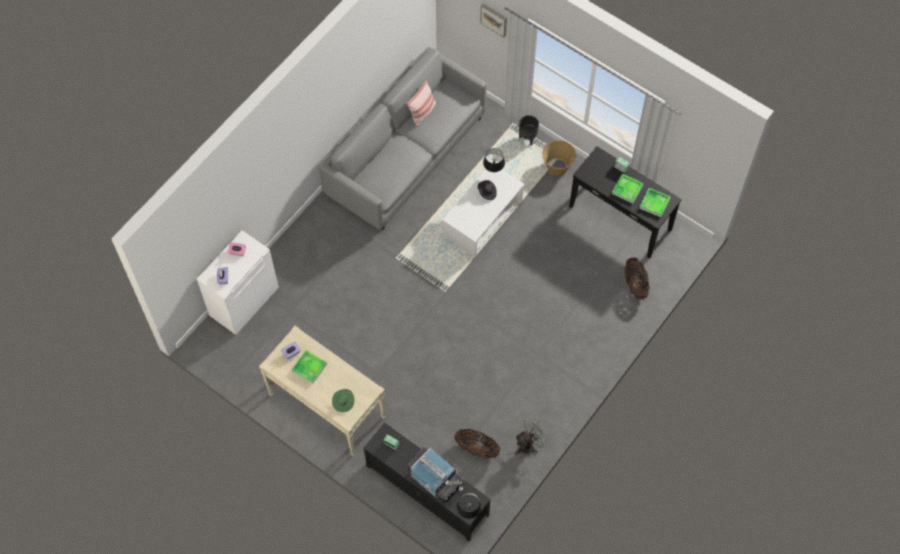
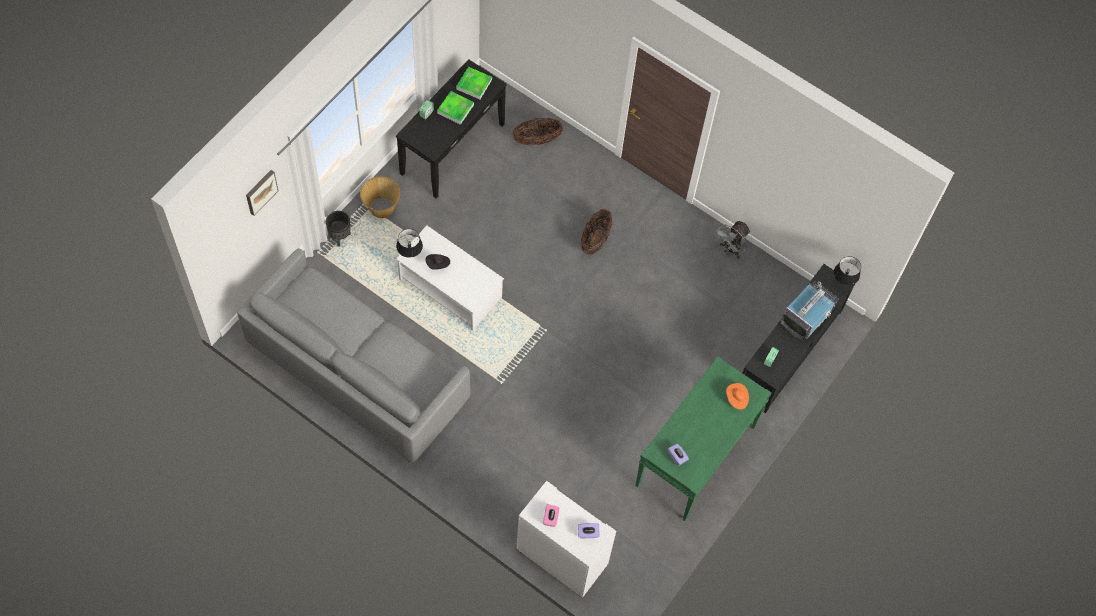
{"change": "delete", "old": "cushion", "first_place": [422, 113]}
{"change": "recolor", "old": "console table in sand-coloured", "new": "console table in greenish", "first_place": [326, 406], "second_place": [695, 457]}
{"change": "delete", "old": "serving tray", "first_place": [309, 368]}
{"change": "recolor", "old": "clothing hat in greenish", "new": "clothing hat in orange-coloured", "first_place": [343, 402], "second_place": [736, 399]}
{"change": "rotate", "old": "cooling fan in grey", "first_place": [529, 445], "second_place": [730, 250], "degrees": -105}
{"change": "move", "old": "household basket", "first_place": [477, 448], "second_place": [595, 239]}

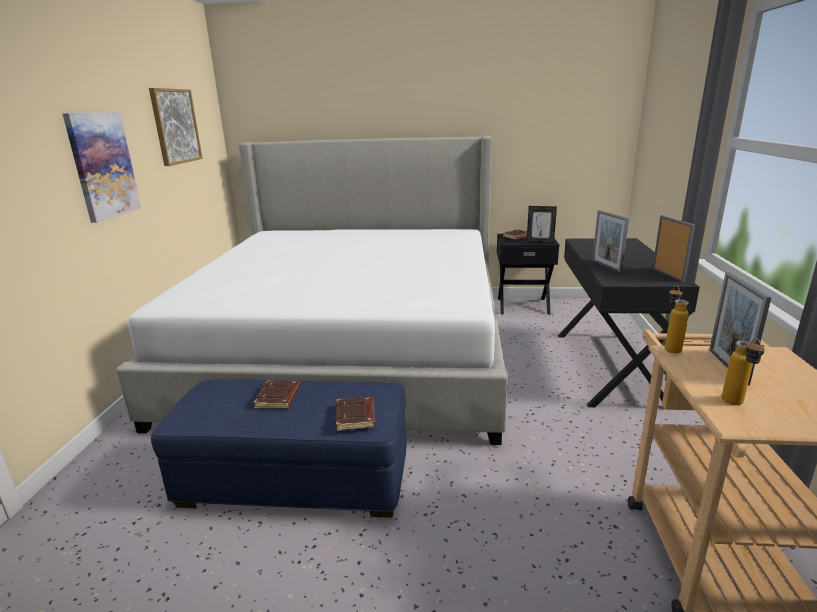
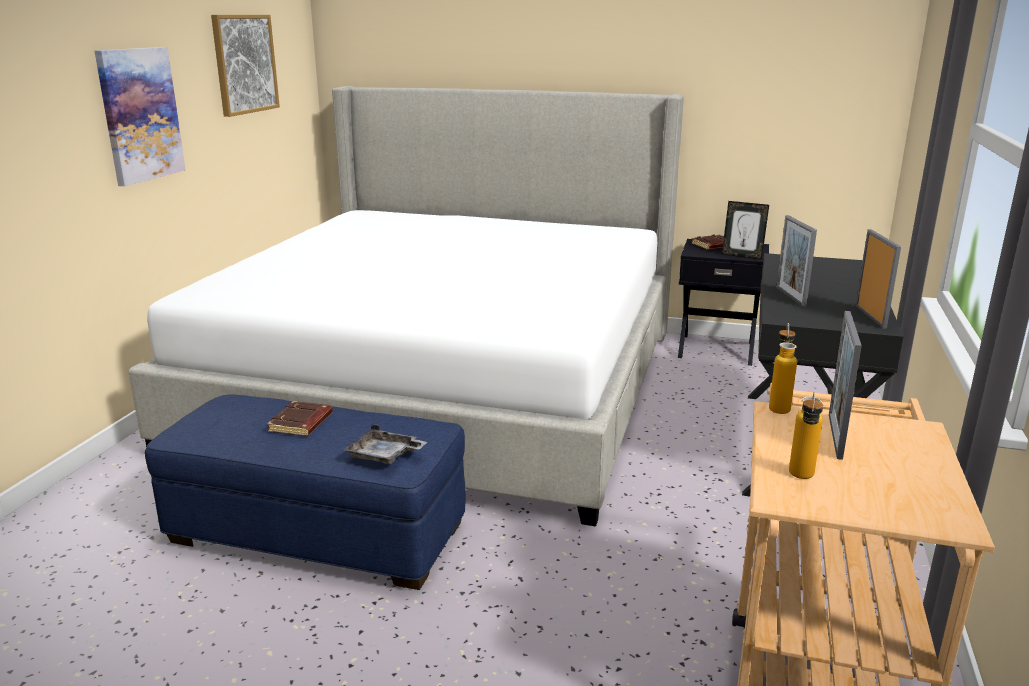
{"change": "replace", "old": "volume in brownish", "new": "serving tray in grey", "first_place": [356, 417], "second_place": [384, 455]}

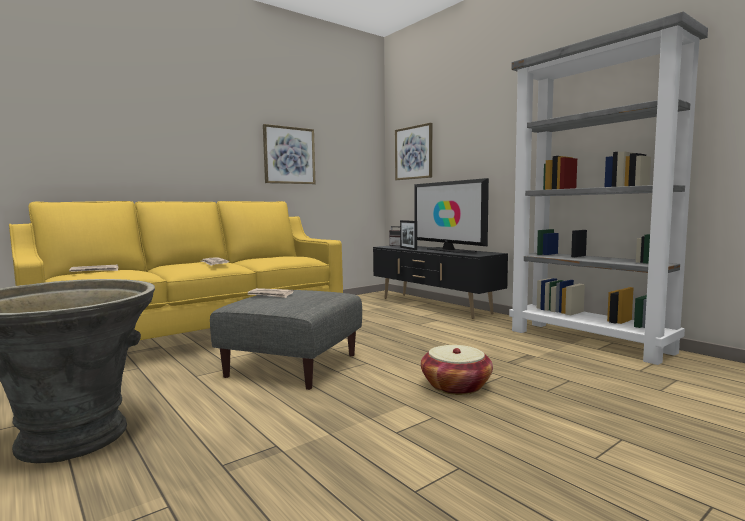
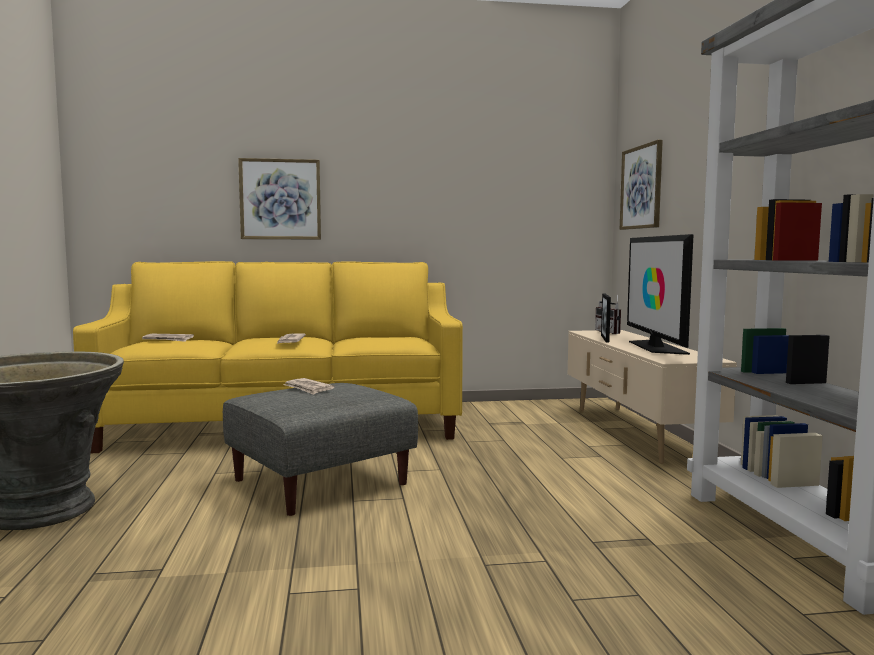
{"change": "move", "old": "wall picture", "first_place": [289, 155], "second_place": [280, 199]}
{"change": "recolor", "old": "tv stand in black-coloured", "new": "tv stand in sand-coloured", "first_place": [434, 306], "second_place": [635, 433]}
{"change": "delete", "old": "household basket", "first_place": [456, 386]}

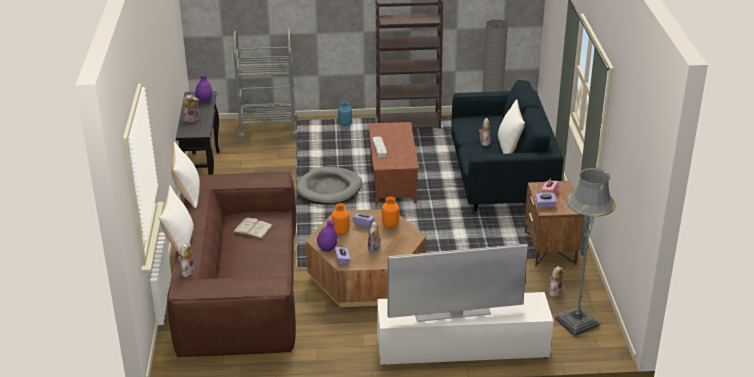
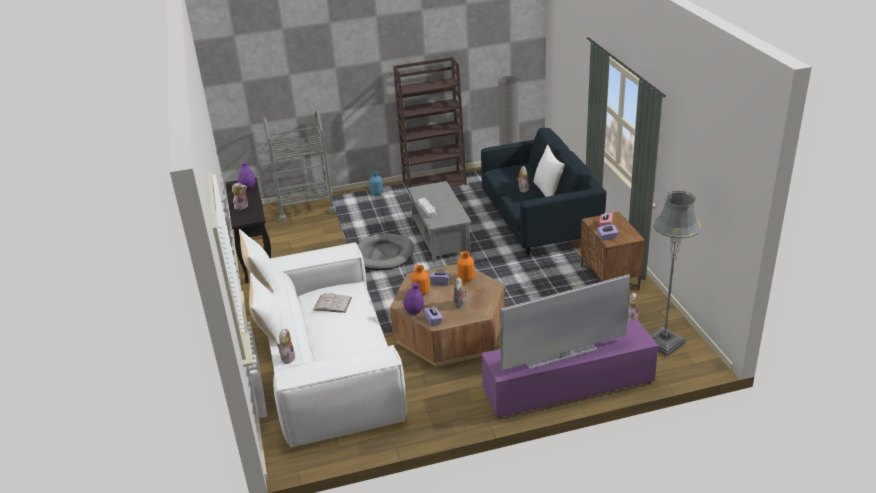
{"change": "recolor", "old": "coffee table in brownish", "new": "coffee table in grey", "first_place": [393, 180], "second_place": [441, 237]}
{"change": "recolor", "old": "sofa in brownish", "new": "sofa in white-coloured", "first_place": [240, 289], "second_place": [330, 366]}
{"change": "recolor", "old": "tv stand in white-coloured", "new": "tv stand in purplish", "first_place": [461, 348], "second_place": [567, 387]}

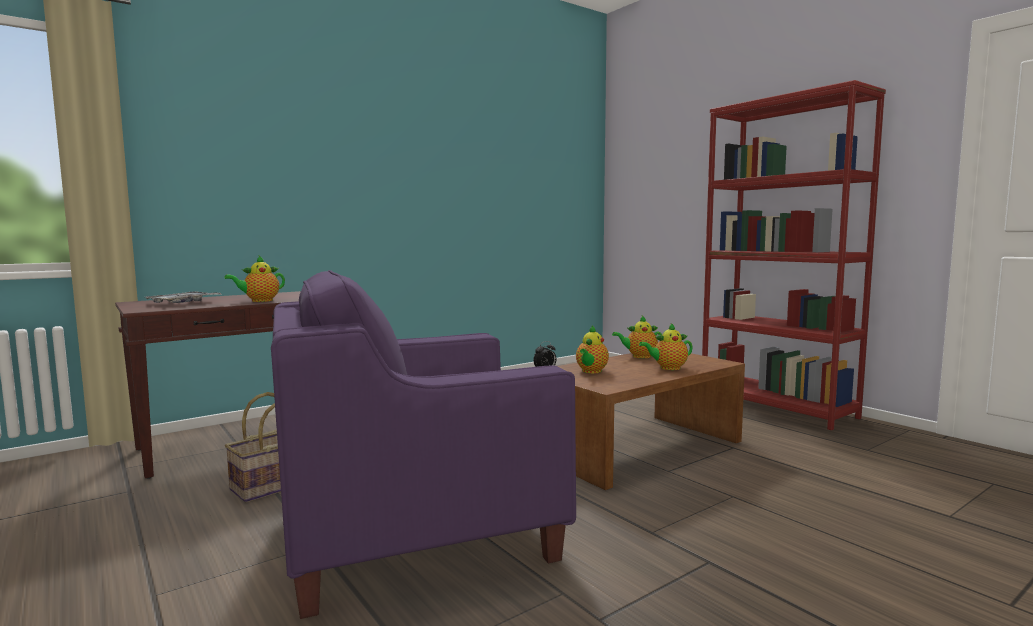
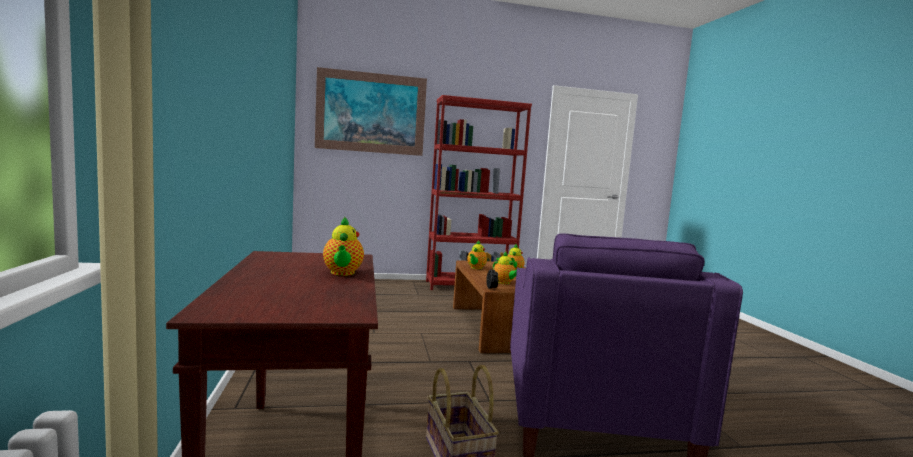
{"change": "delete", "old": "serving tray", "first_place": [183, 303]}
{"change": "insert", "new": "wall picture", "second_place": [371, 113]}

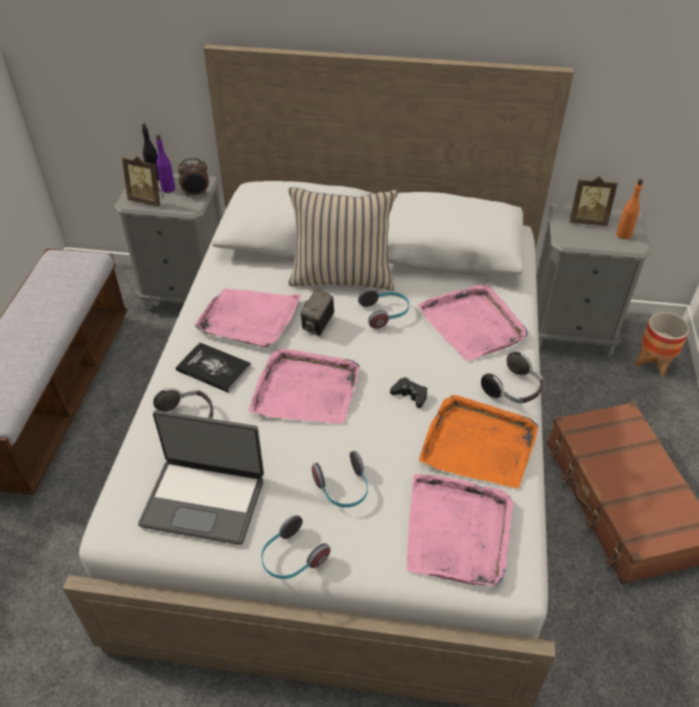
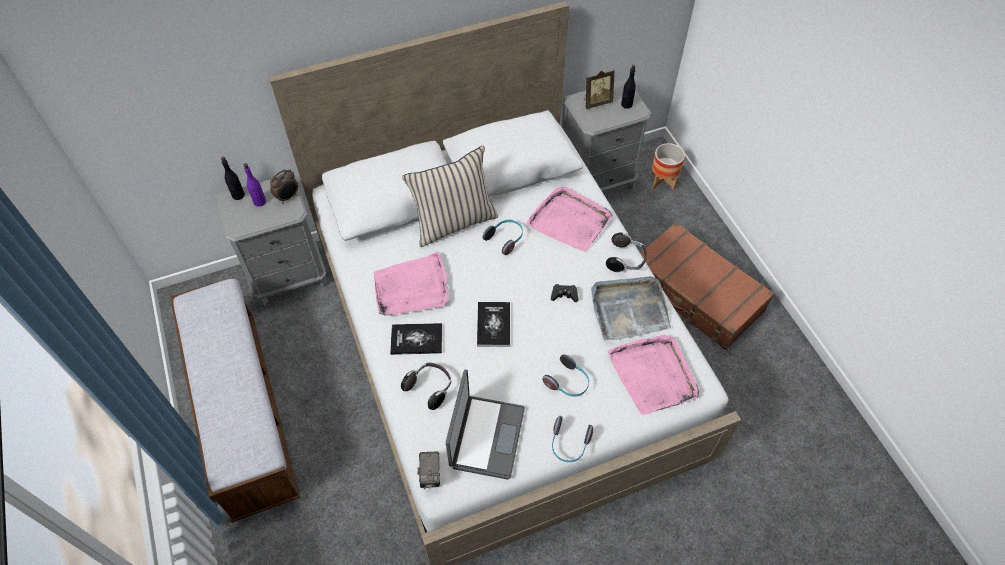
{"change": "delete", "old": "standing frame", "first_place": [148, 200]}
{"change": "recolor", "old": "bottle in orange-coloured", "new": "bottle in black-coloured", "first_place": [623, 235], "second_place": [626, 105]}
{"change": "move", "old": "photo camera", "first_place": [318, 325], "second_place": [430, 475]}
{"change": "replace", "old": "serving tray in pink", "new": "volume", "first_place": [306, 390], "second_place": [493, 325]}
{"change": "recolor", "old": "serving tray in orange-coloured", "new": "serving tray in grey", "first_place": [478, 444], "second_place": [629, 309]}
{"change": "rotate", "old": "laptop", "first_place": [204, 500], "second_place": [485, 437], "degrees": -60}

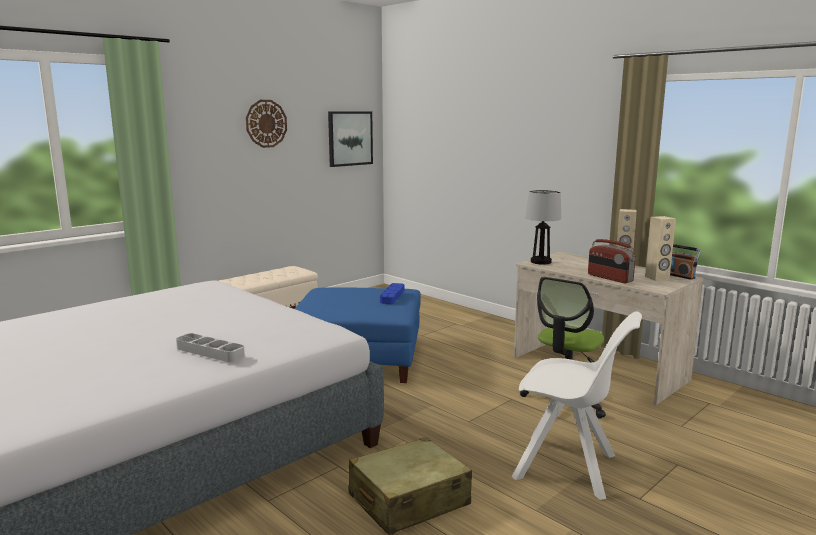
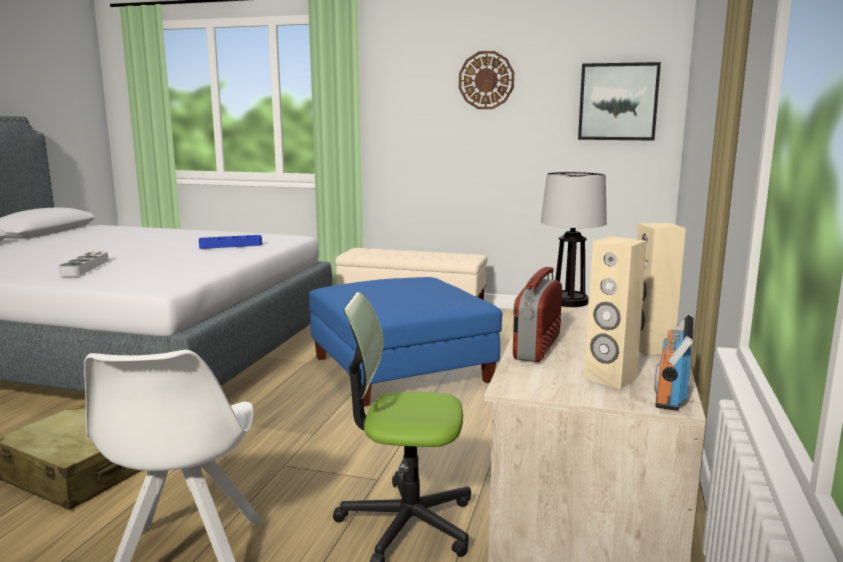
{"change": "move", "old": "serving tray in blue", "first_place": [392, 296], "second_place": [231, 245]}

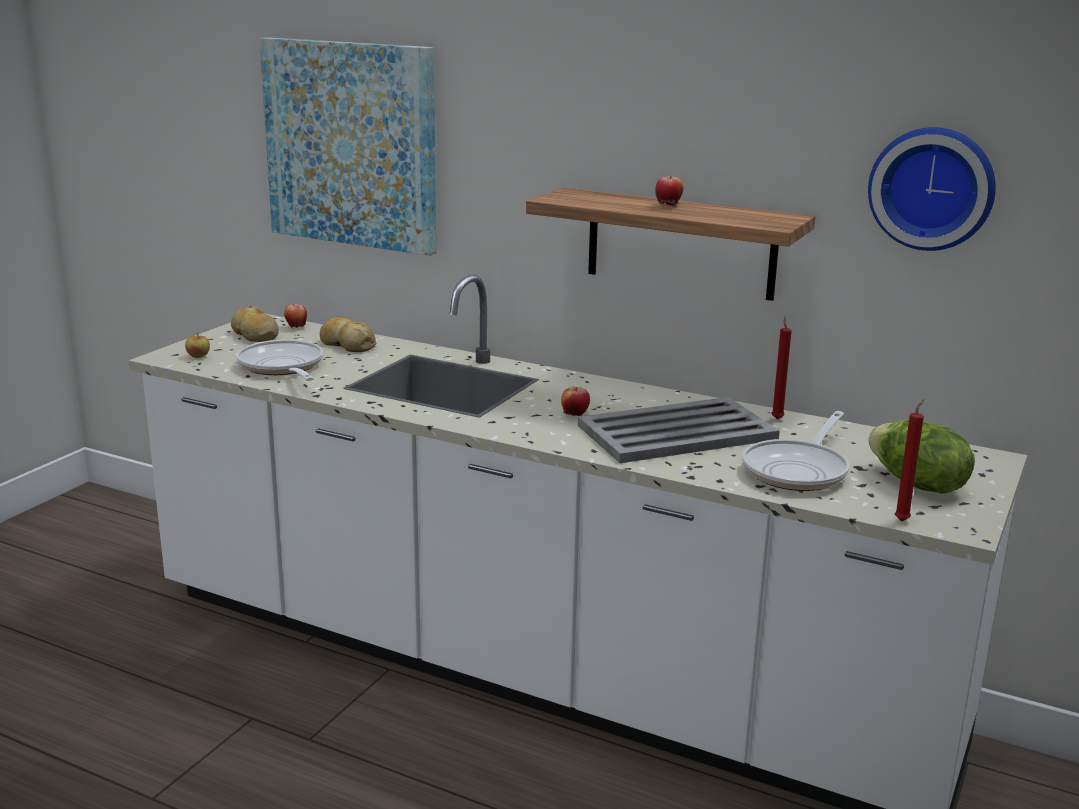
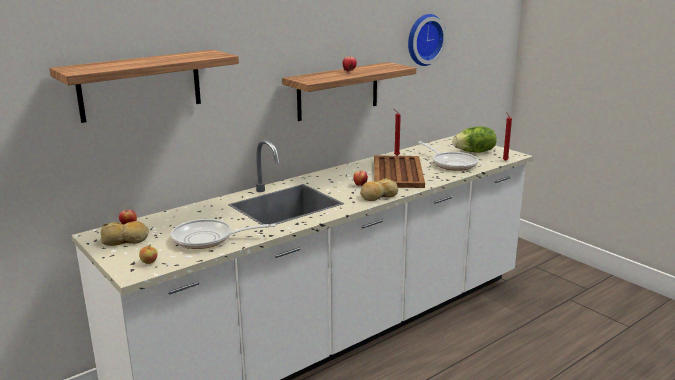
{"change": "replace", "old": "wall picture", "new": "wall shelf", "first_place": [351, 144], "second_place": [140, 85]}
{"change": "move", "old": "bread", "first_place": [347, 344], "second_place": [378, 196]}
{"change": "recolor", "old": "serving tray in grey", "new": "serving tray in brownish", "first_place": [675, 432], "second_place": [397, 173]}

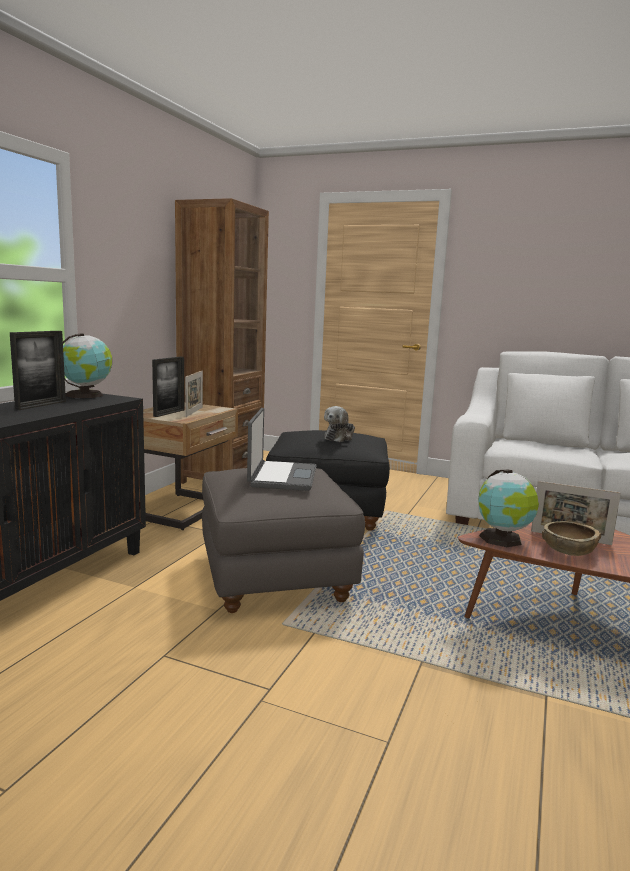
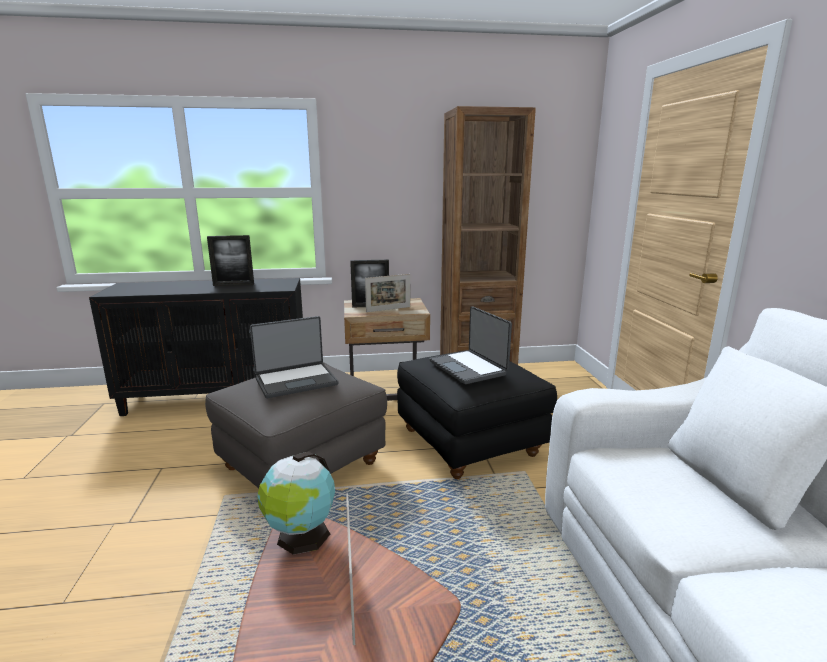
{"change": "delete", "old": "desk globe", "first_place": [87, 395]}
{"change": "replace", "old": "soft toy", "new": "laptop", "first_place": [339, 437], "second_place": [469, 368]}
{"change": "delete", "old": "bowl in brownish", "first_place": [568, 551]}

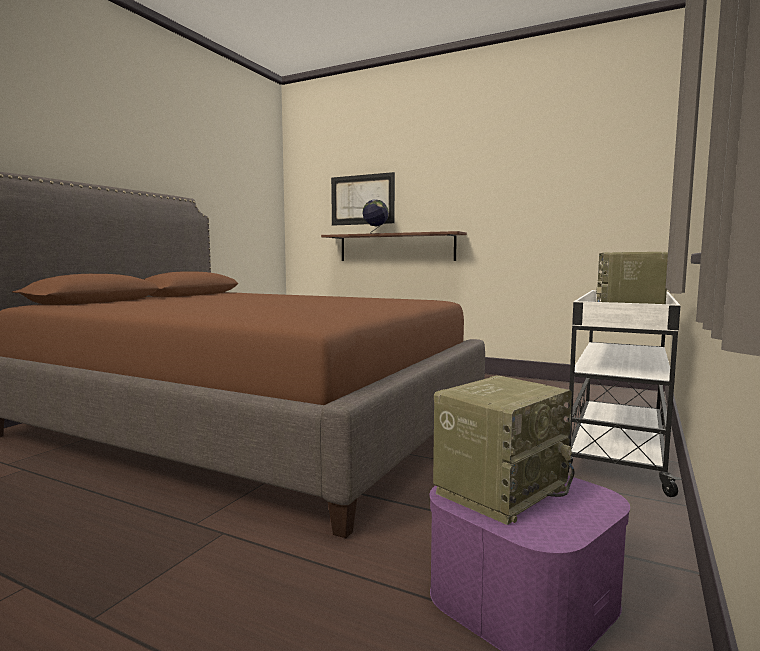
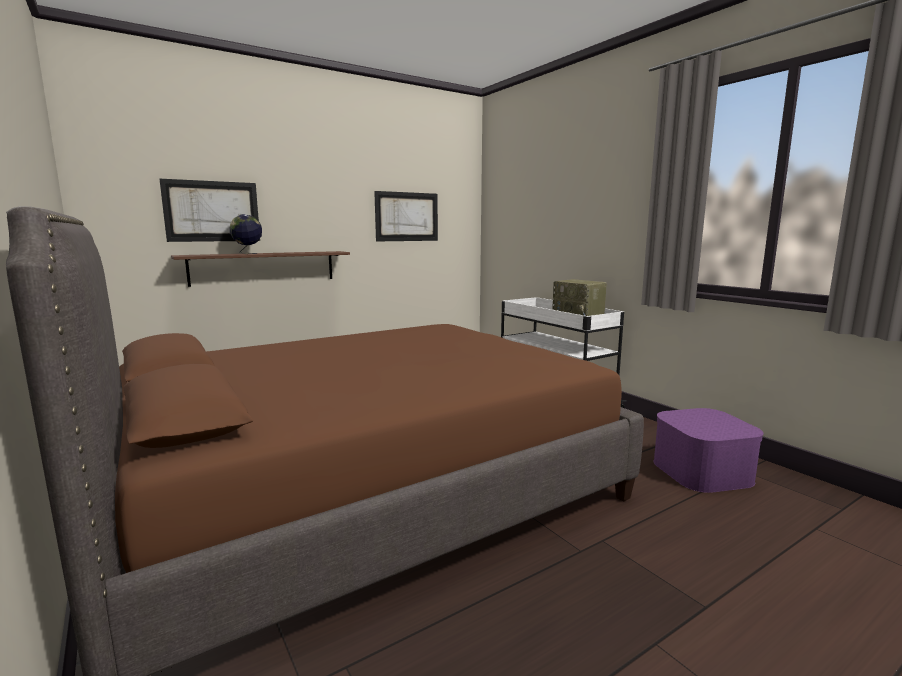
{"change": "delete", "old": "radio", "first_place": [500, 489]}
{"change": "insert", "new": "wall picture", "second_place": [407, 216]}

